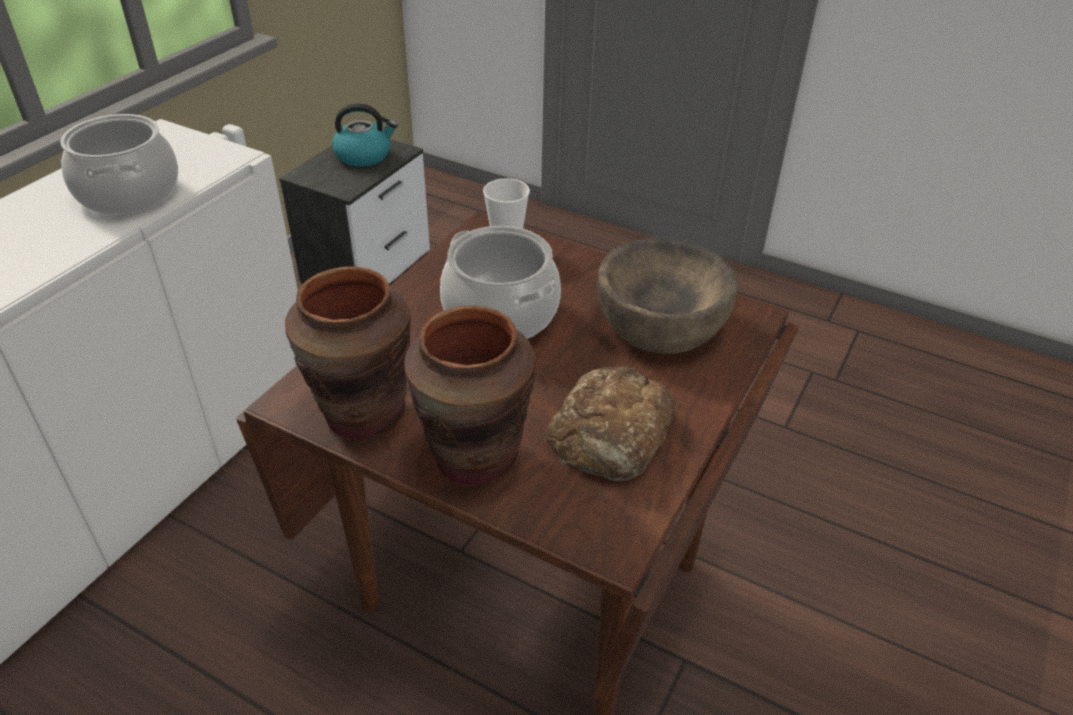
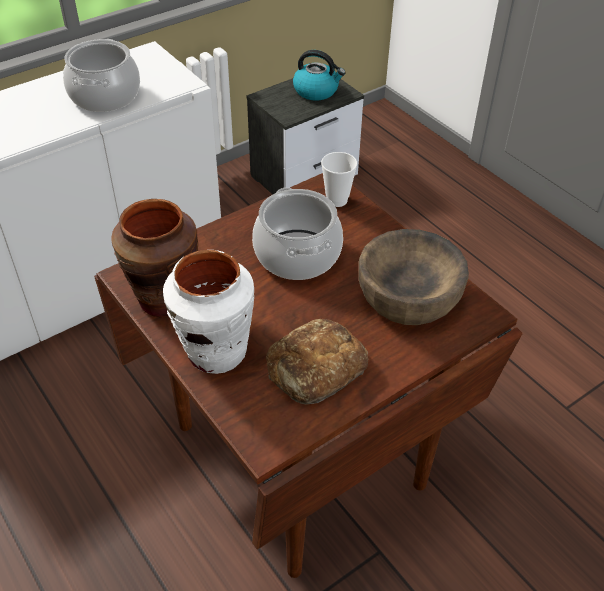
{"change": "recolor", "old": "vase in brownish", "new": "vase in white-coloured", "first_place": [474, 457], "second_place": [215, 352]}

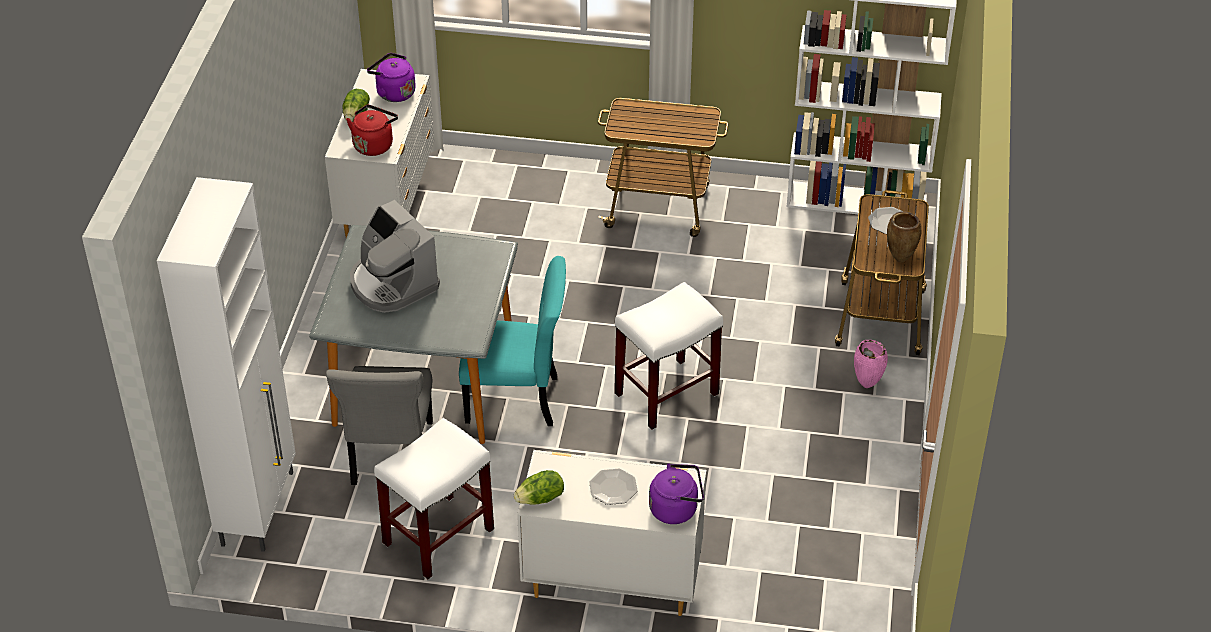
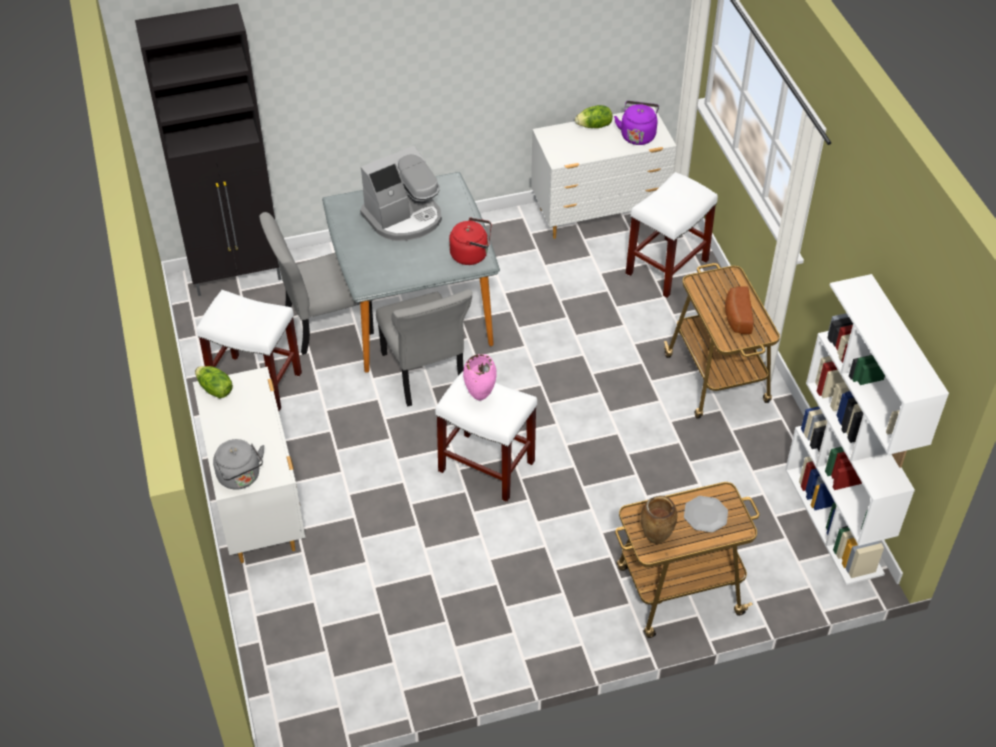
{"change": "move", "old": "tea kettle in reddish", "first_place": [374, 144], "second_place": [472, 254]}
{"change": "recolor", "old": "cupboard in white-coloured", "new": "cupboard in black-coloured", "first_place": [259, 507], "second_place": [238, 276]}
{"change": "rotate", "old": "coffee machine", "first_place": [392, 284], "second_place": [404, 218], "degrees": -150}
{"change": "recolor", "old": "chair in turquoise", "new": "chair in grey", "first_place": [516, 400], "second_place": [424, 374]}
{"change": "move", "old": "vase in pink", "first_place": [867, 385], "second_place": [480, 397]}
{"change": "recolor", "old": "tea kettle in purplish", "new": "tea kettle in grey", "first_place": [676, 509], "second_place": [241, 477]}
{"change": "delete", "old": "dinner plate", "first_place": [613, 488]}
{"change": "insert", "new": "sitting stool in white-coloured", "second_place": [667, 266]}
{"change": "insert", "new": "bread", "second_place": [736, 317]}

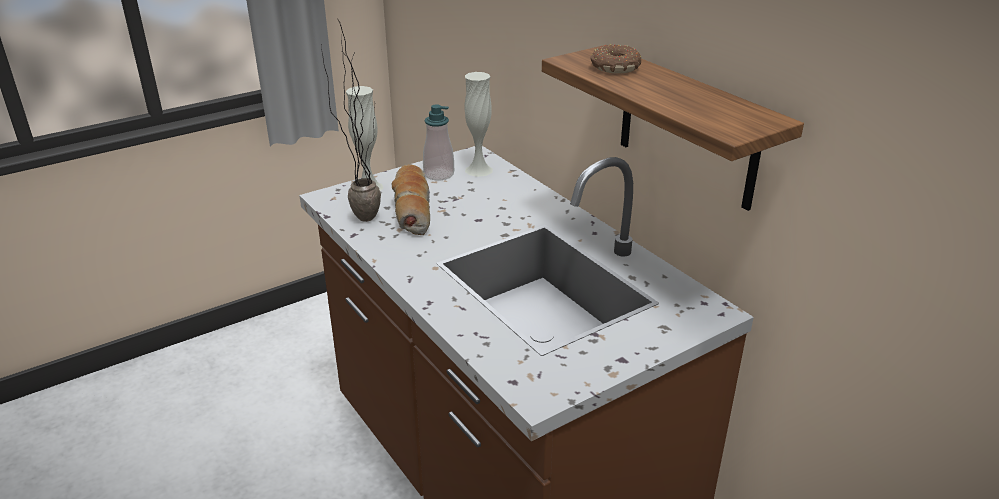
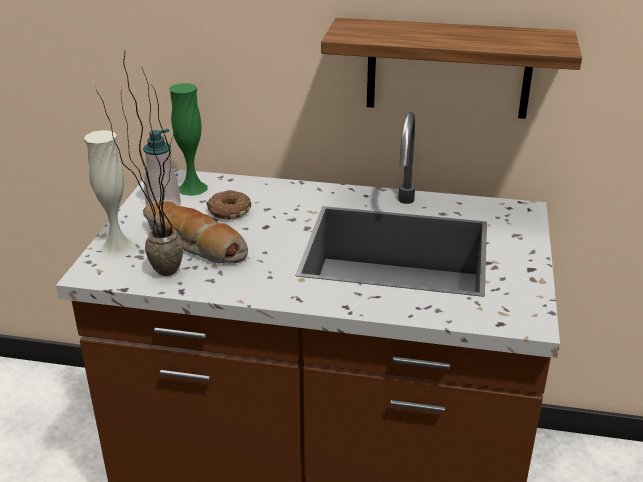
{"change": "move", "old": "donut", "first_place": [614, 67], "second_place": [228, 211]}
{"change": "recolor", "old": "vase in white-coloured", "new": "vase in greenish", "first_place": [478, 170], "second_place": [192, 188]}

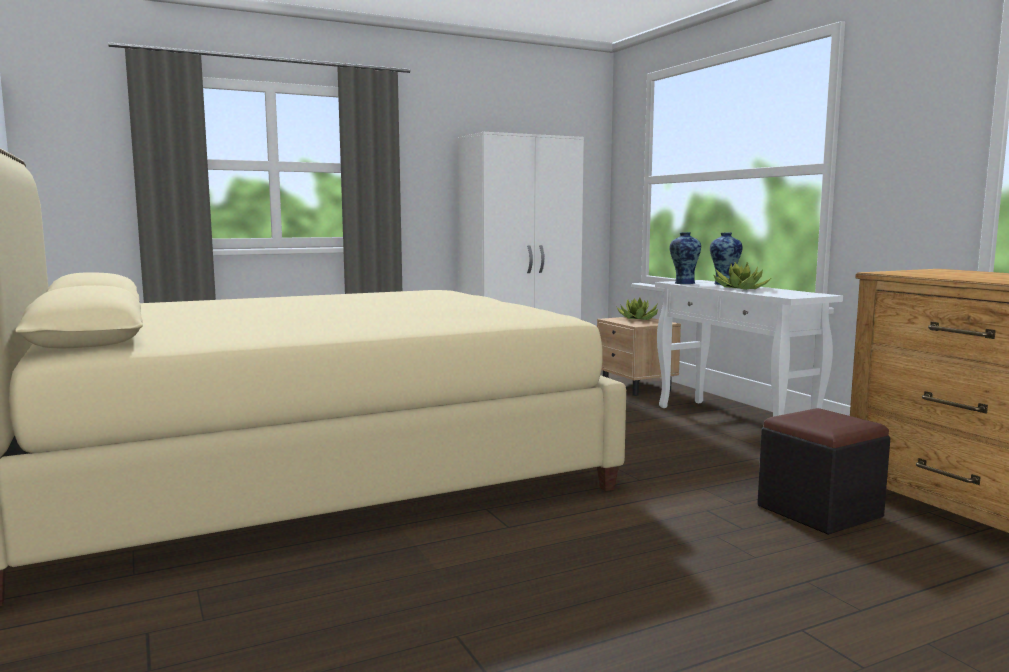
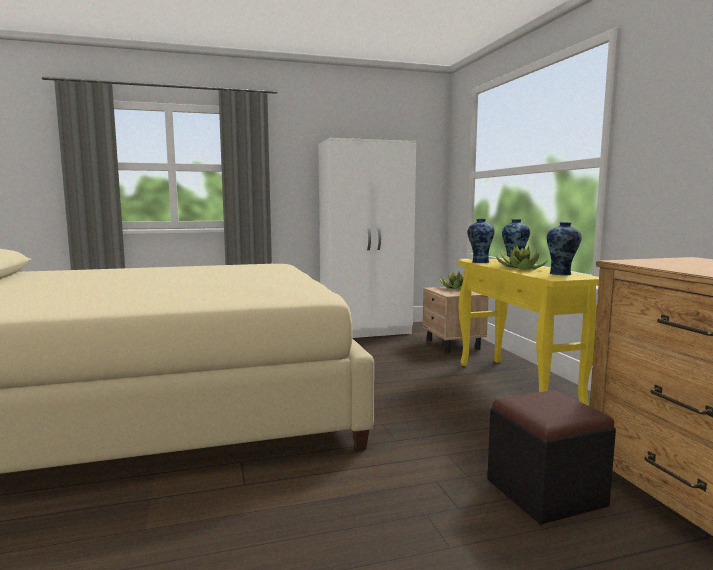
{"change": "recolor", "old": "console table in white-coloured", "new": "console table in yellow", "first_place": [735, 423], "second_place": [518, 384]}
{"change": "insert", "new": "vase", "second_place": [561, 274]}

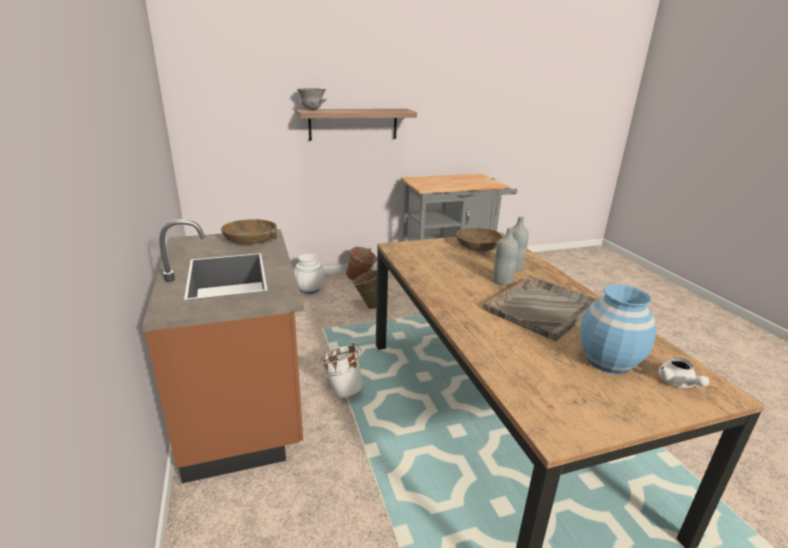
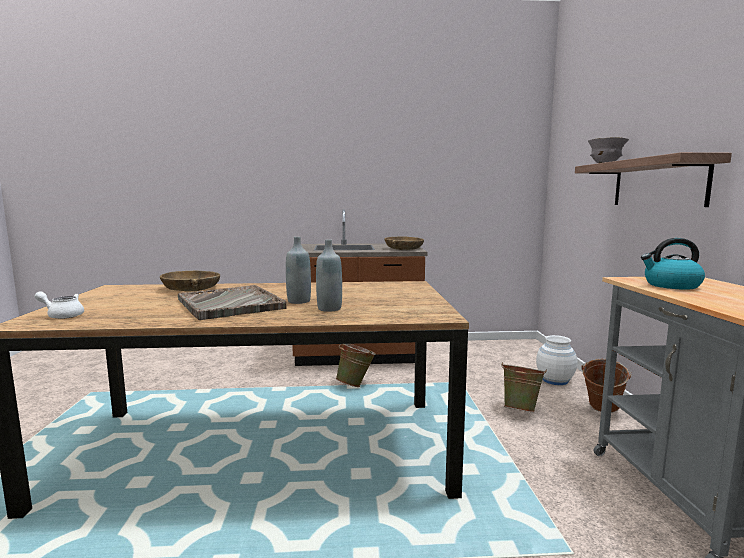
{"change": "move", "old": "bowl in brownish", "first_place": [478, 246], "second_place": [191, 288]}
{"change": "delete", "old": "vase in blue", "first_place": [608, 360]}
{"change": "recolor", "old": "bucket in white-coloured", "new": "bucket in greenish", "first_place": [342, 390], "second_place": [356, 384]}
{"change": "insert", "new": "tea kettle", "second_place": [671, 285]}

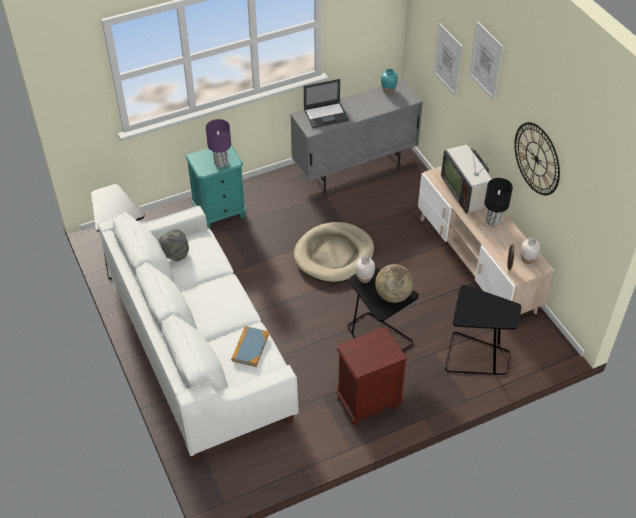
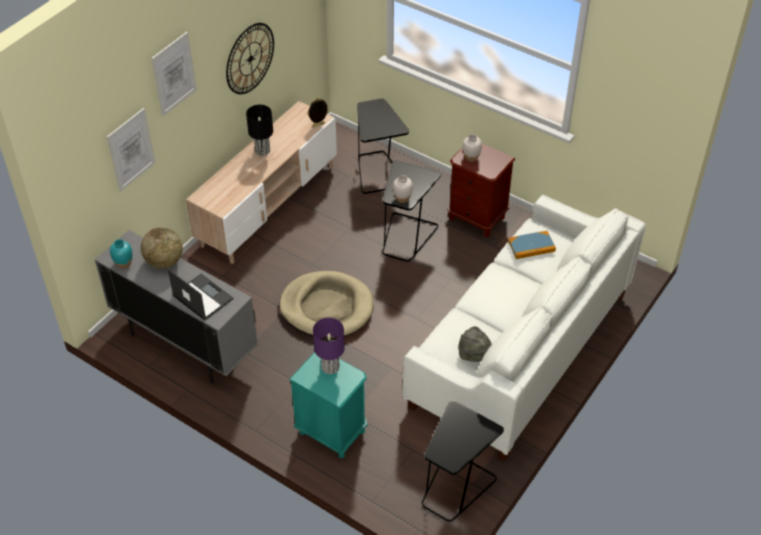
{"change": "delete", "old": "TV set", "first_place": [466, 192]}
{"change": "move", "old": "vase in white-coloured", "first_place": [527, 259], "second_place": [471, 157]}
{"change": "move", "old": "desk globe", "first_place": [393, 295], "second_place": [164, 261]}

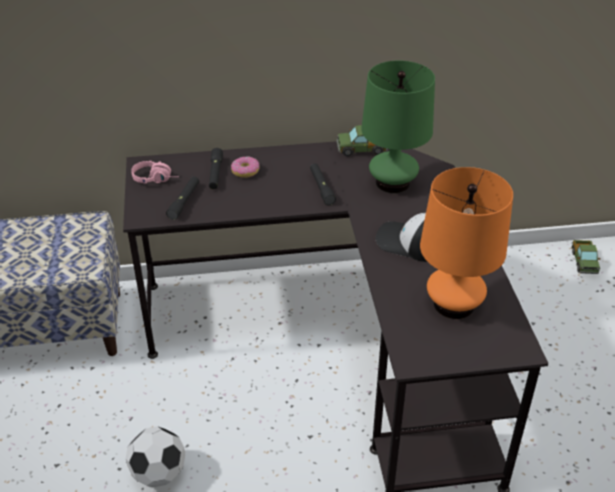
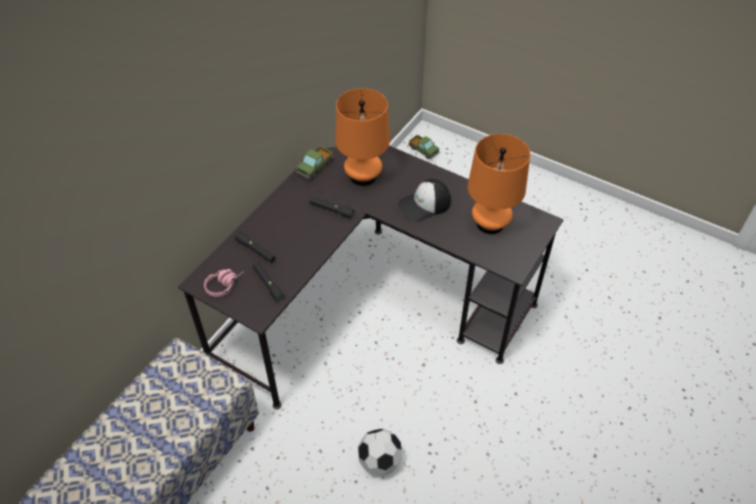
{"change": "recolor", "old": "lamp for a table in greenish", "new": "lamp for a table in orange-coloured", "first_place": [392, 183], "second_place": [363, 176]}
{"change": "delete", "old": "donut", "first_place": [245, 171]}

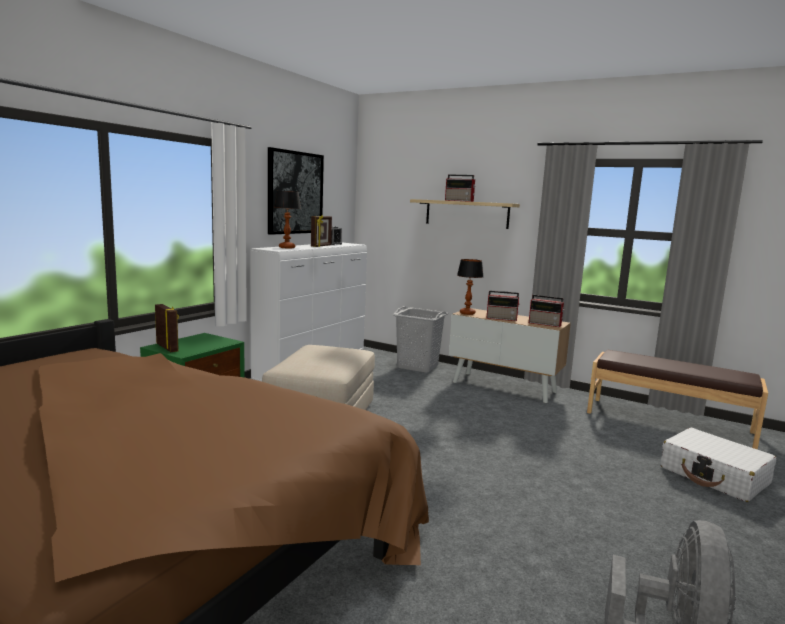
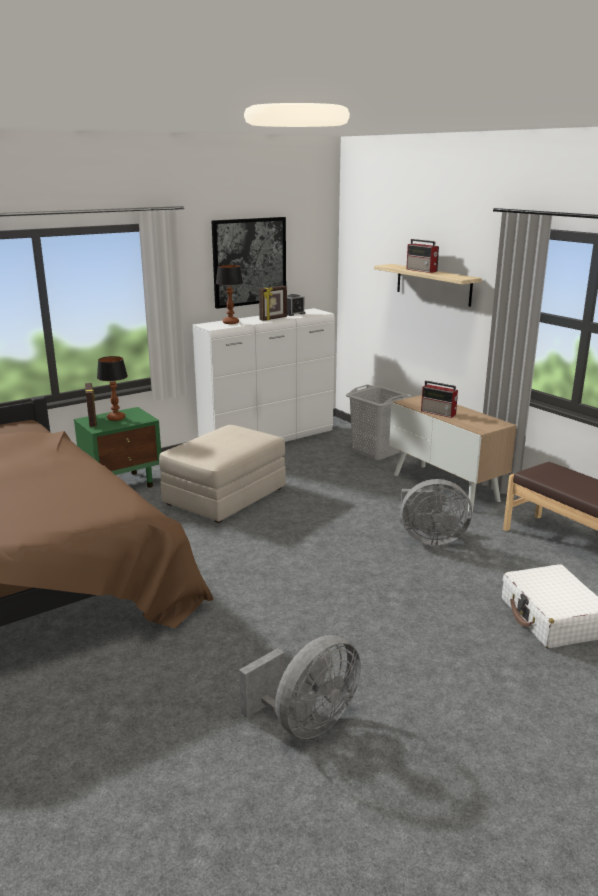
{"change": "move", "old": "lamp for a table", "first_place": [467, 313], "second_place": [116, 418]}
{"change": "delete", "old": "radio", "first_place": [545, 324]}
{"change": "insert", "new": "cooling fan in grey", "second_place": [430, 539]}

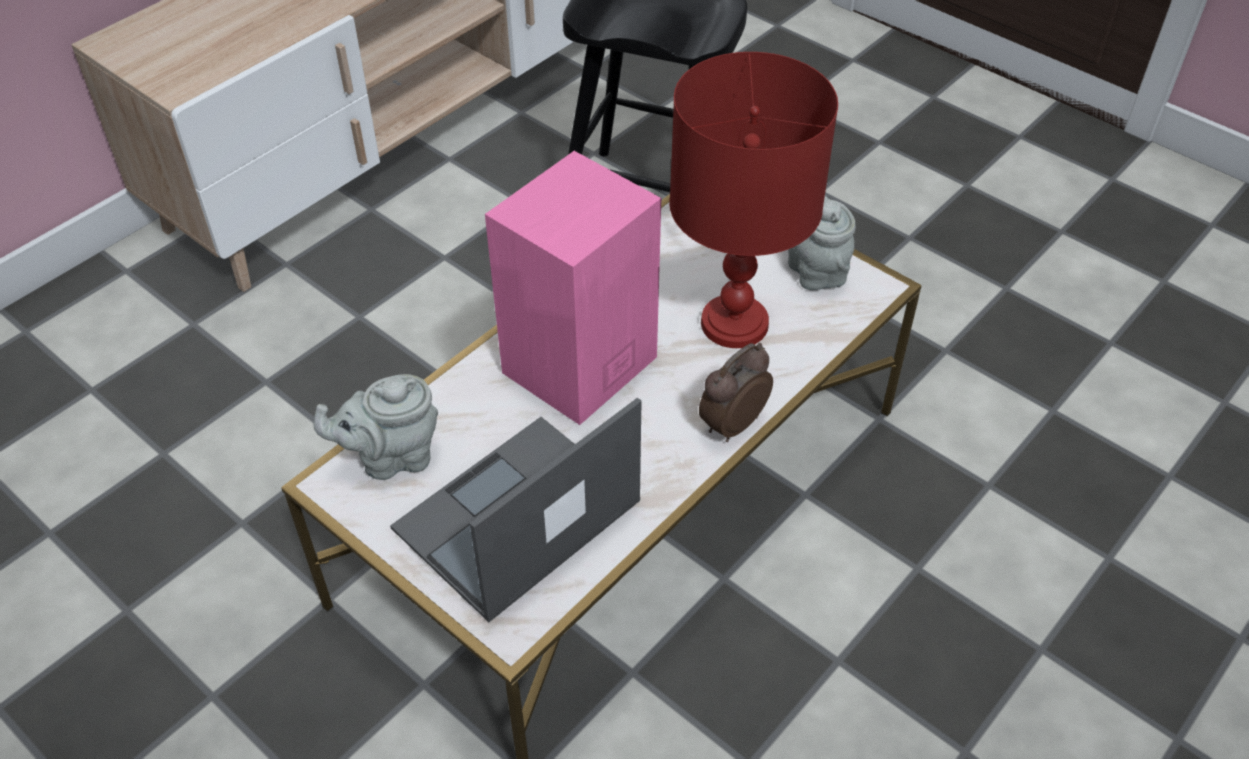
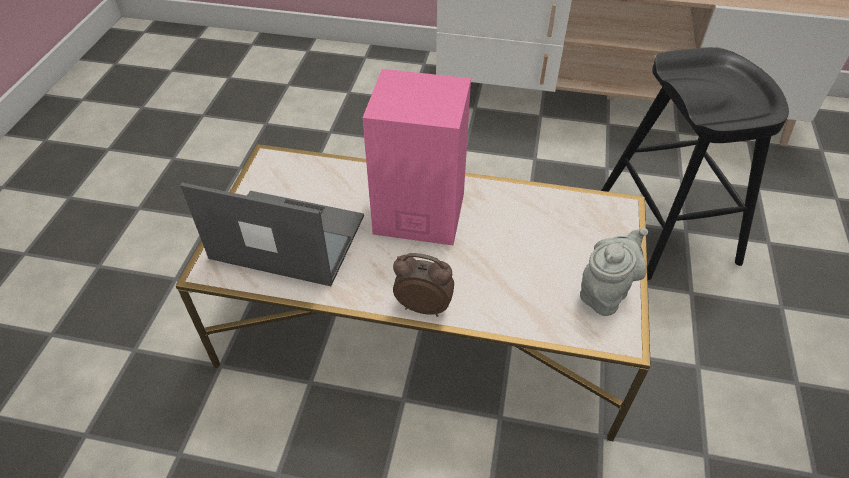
{"change": "delete", "old": "lamp for a table in reddish", "first_place": [733, 322]}
{"change": "delete", "old": "pot for tea in grey", "first_place": [392, 457]}

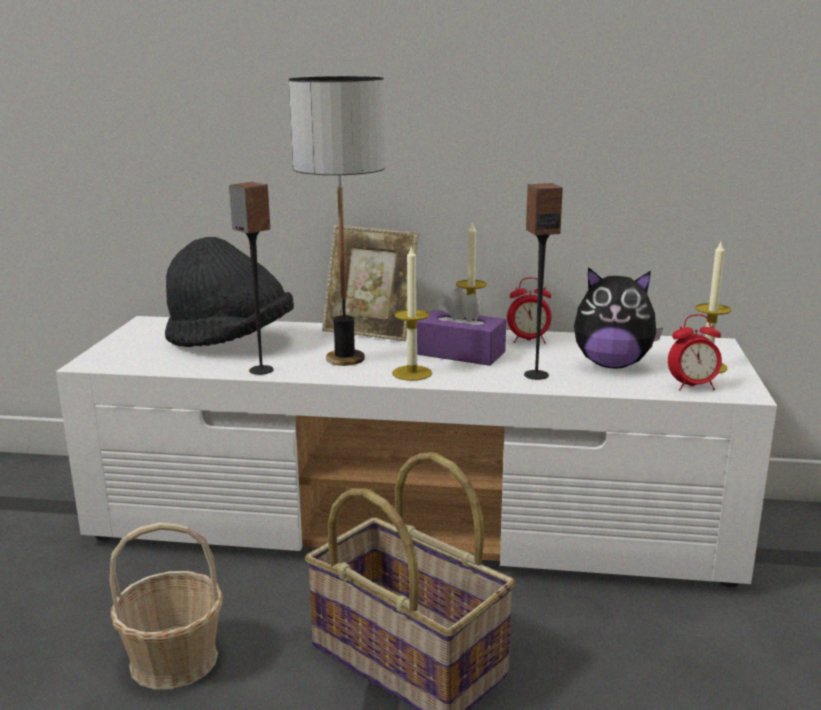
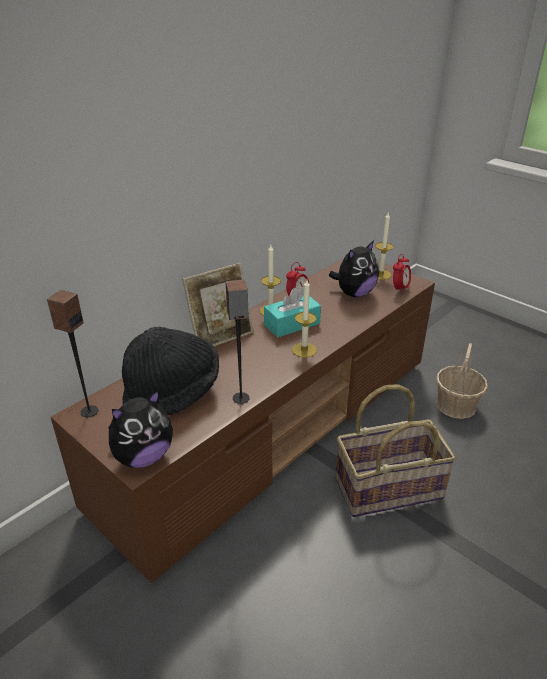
{"change": "delete", "old": "lamp for a table", "first_place": [346, 359]}
{"change": "move", "old": "audio speaker", "first_place": [536, 375], "second_place": [89, 411]}
{"change": "recolor", "old": "box of tissues in purplish", "new": "box of tissues in turquoise", "first_place": [460, 353], "second_place": [292, 324]}
{"change": "recolor", "old": "tv stand in white-coloured", "new": "tv stand in brownish", "first_place": [415, 522], "second_place": [274, 428]}
{"change": "move", "old": "household basket", "first_place": [174, 660], "second_place": [456, 405]}
{"change": "insert", "new": "soft toy", "second_place": [143, 456]}

